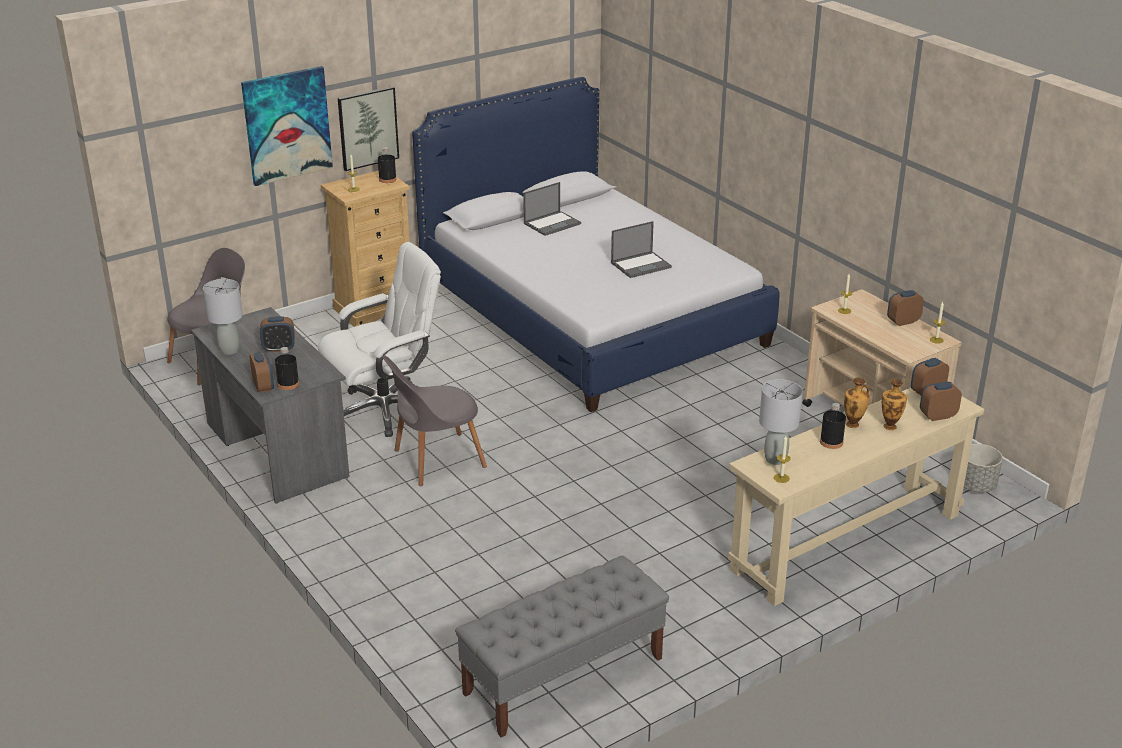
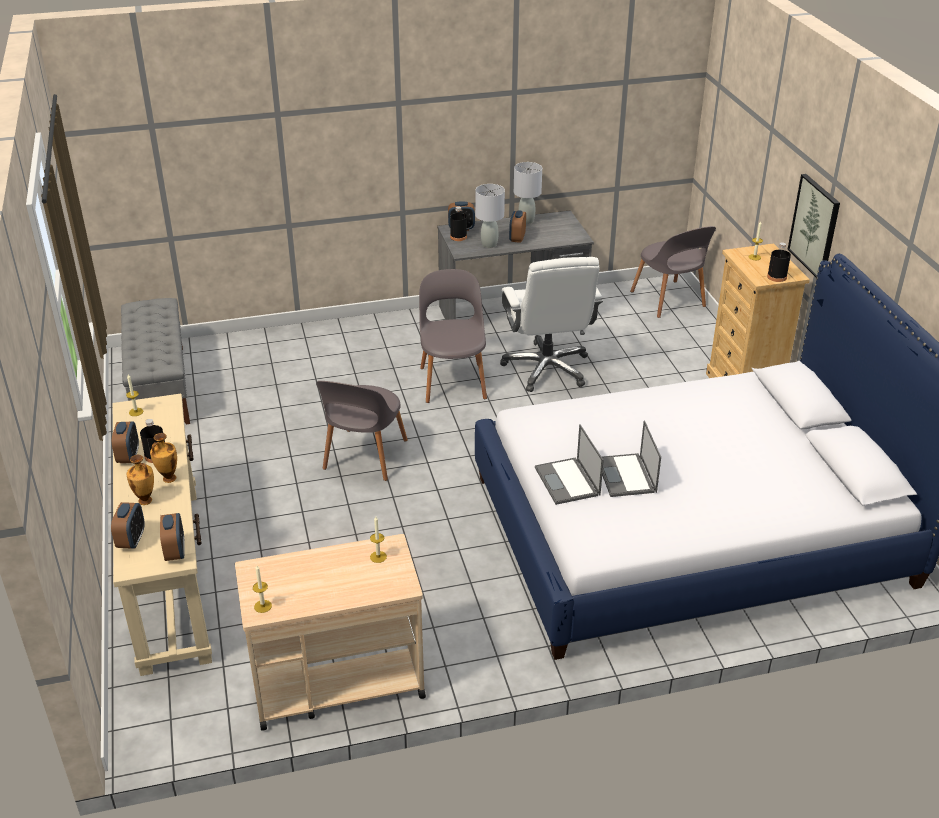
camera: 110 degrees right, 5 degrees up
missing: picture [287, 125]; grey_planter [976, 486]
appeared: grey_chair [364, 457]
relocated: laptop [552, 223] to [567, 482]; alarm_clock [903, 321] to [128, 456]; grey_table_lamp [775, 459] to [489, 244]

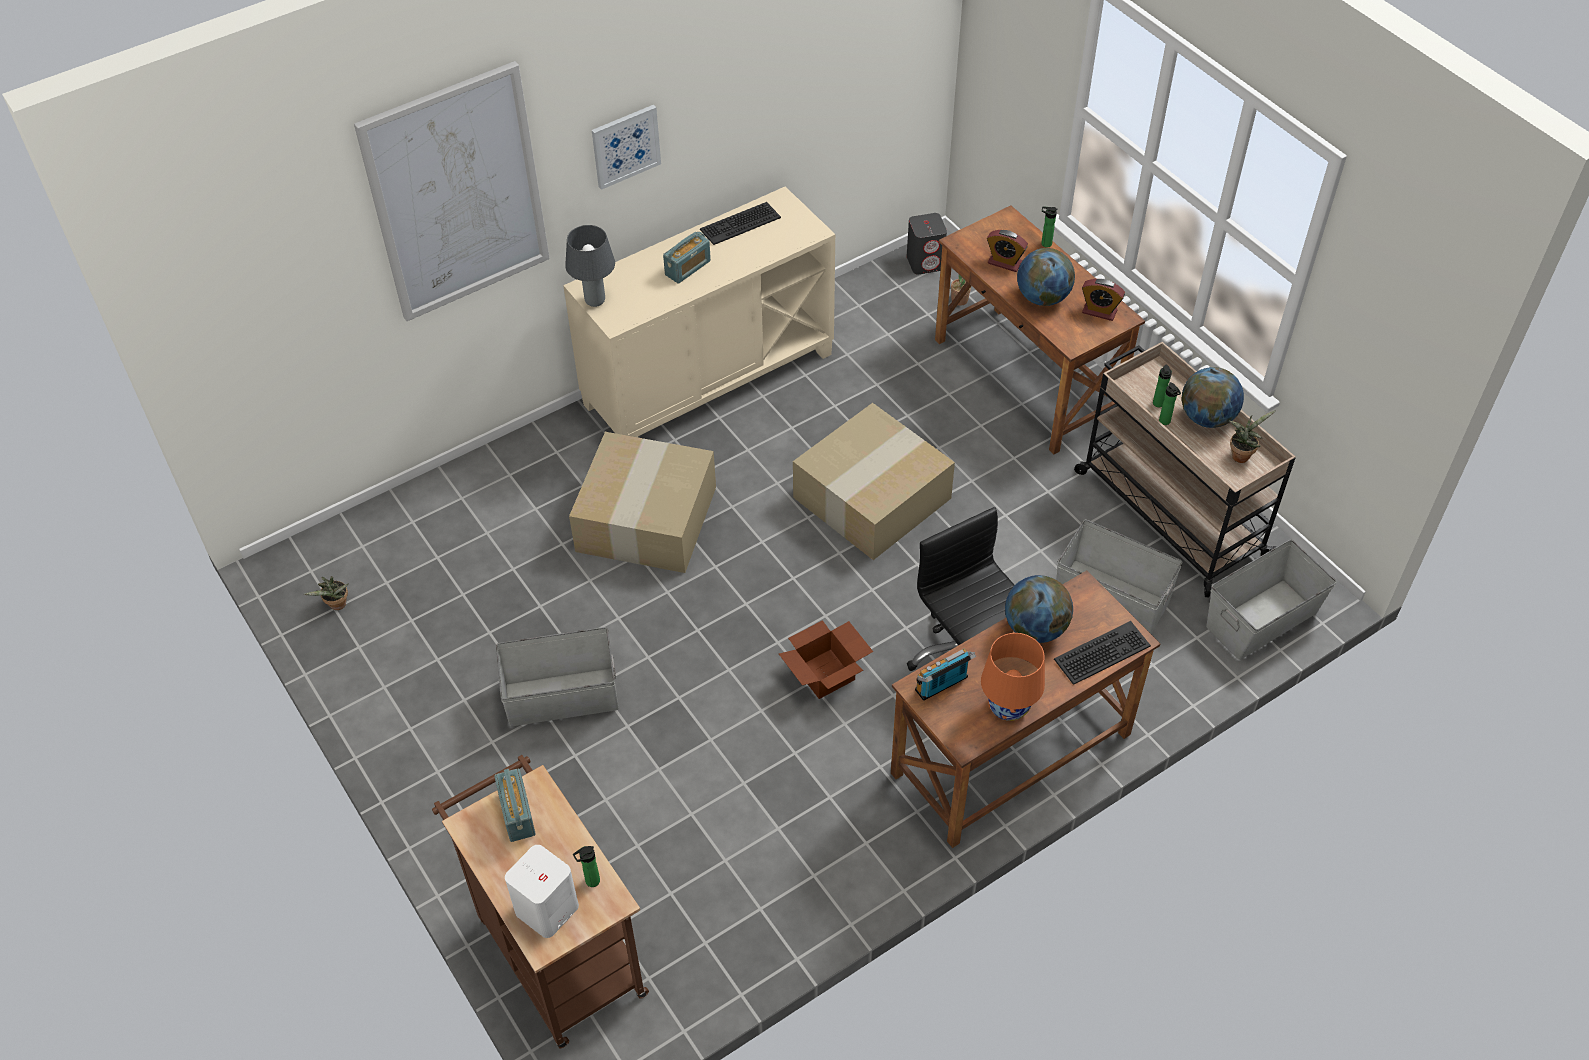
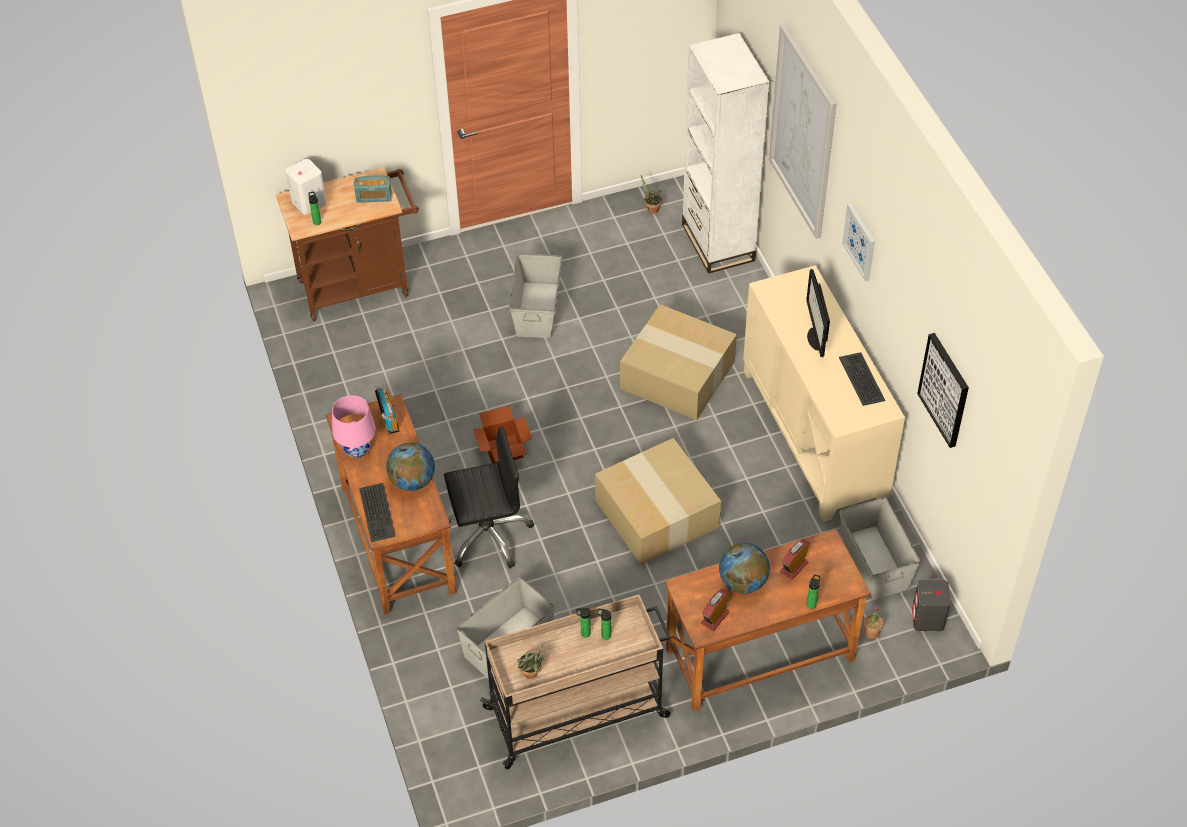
camera: 105 degrees right, 0 degrees up
missing: grey_table_lamp [595, 301]; globe [1207, 418]
appeared: white_bookcase [718, 242]; picture [945, 389]
relocated: grey_storage_box [1260, 619] to [874, 561]
exchanged: radio [688, 268] to monitor [815, 338]
colour: orange_table_lamp [1008, 707] to pink_table_lamp [357, 449]

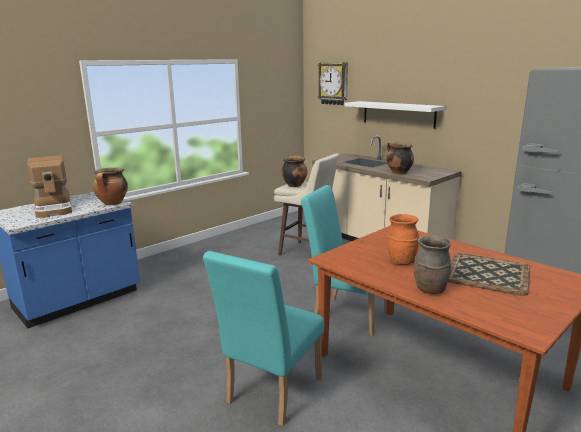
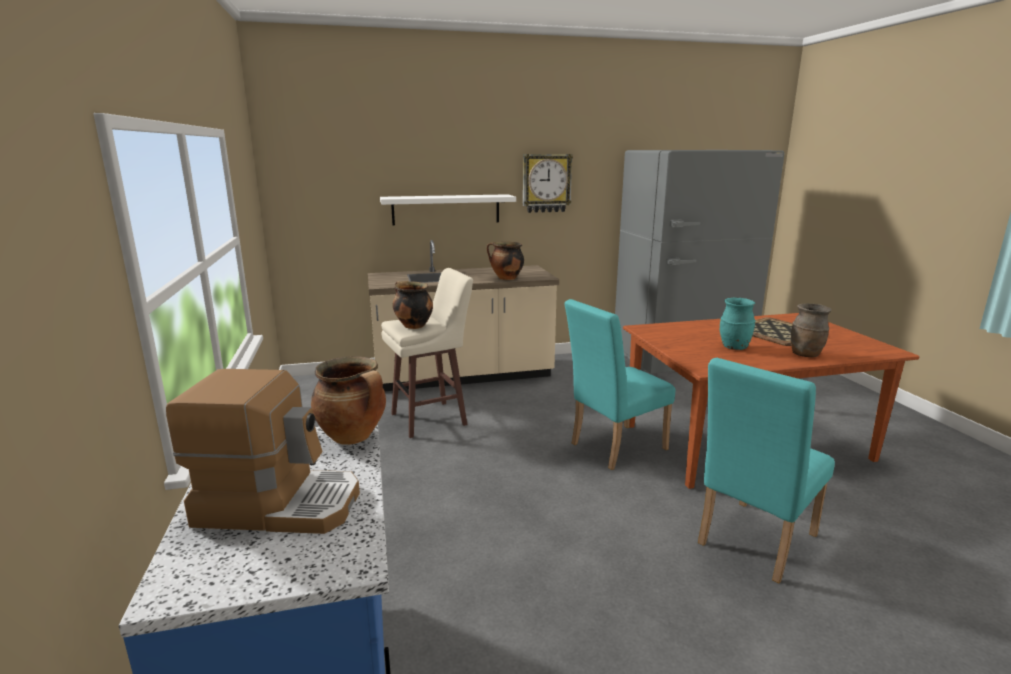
camera: 60 degrees left, 0 degrees up
relocated: wall_clock [333, 83] to [546, 183]
colour: orange_vase [401, 262] to turquoise_vase [734, 347]
spun: turquoise_chair [270, 394] = [752, 543] 75 degrees clockwise

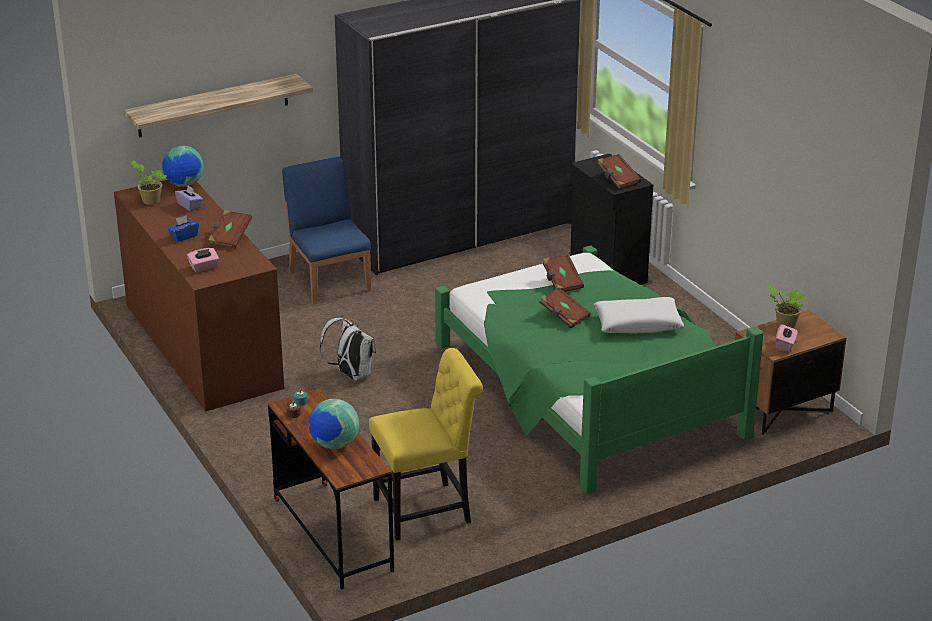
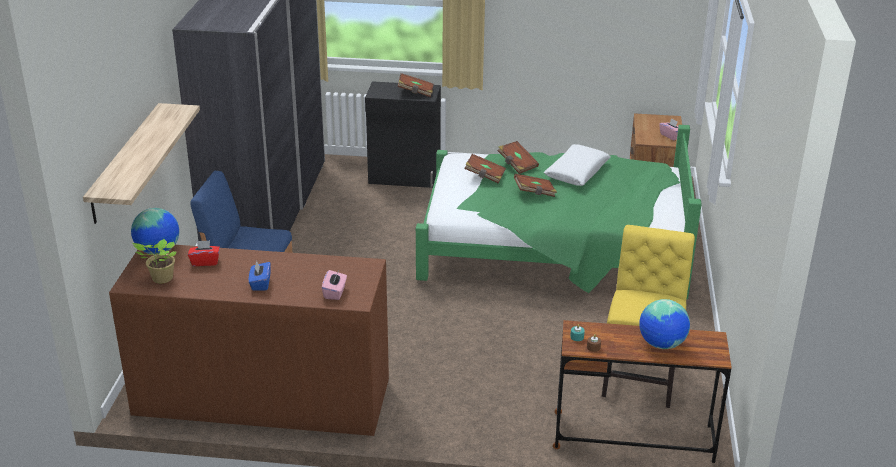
camera: 55 degrees left, 0 degrees up
missing: potted_plant [784, 324]; white_backpack [351, 375]
relocated: brown_book [229, 238] to [517, 164]
colour: purple_tissue_box [190, 206] to red_tissue_box [205, 262]

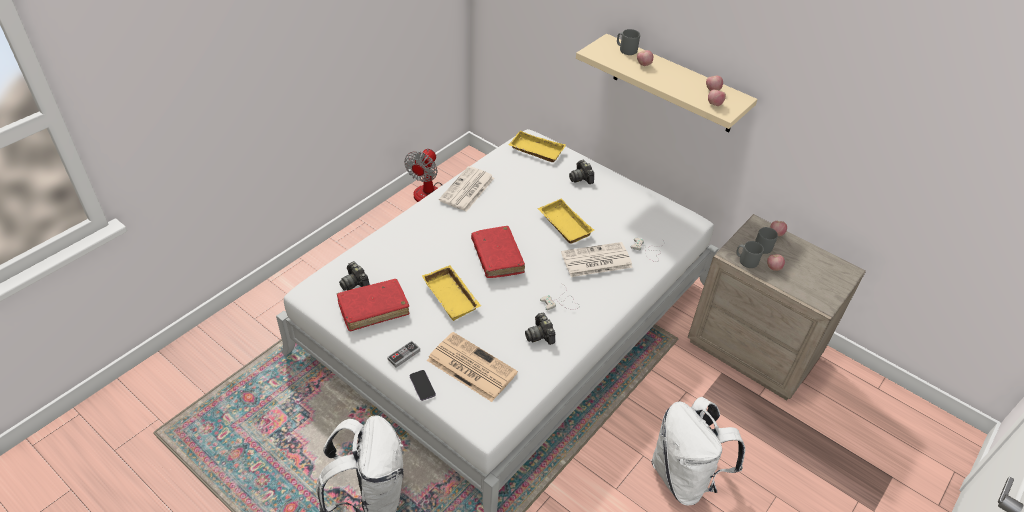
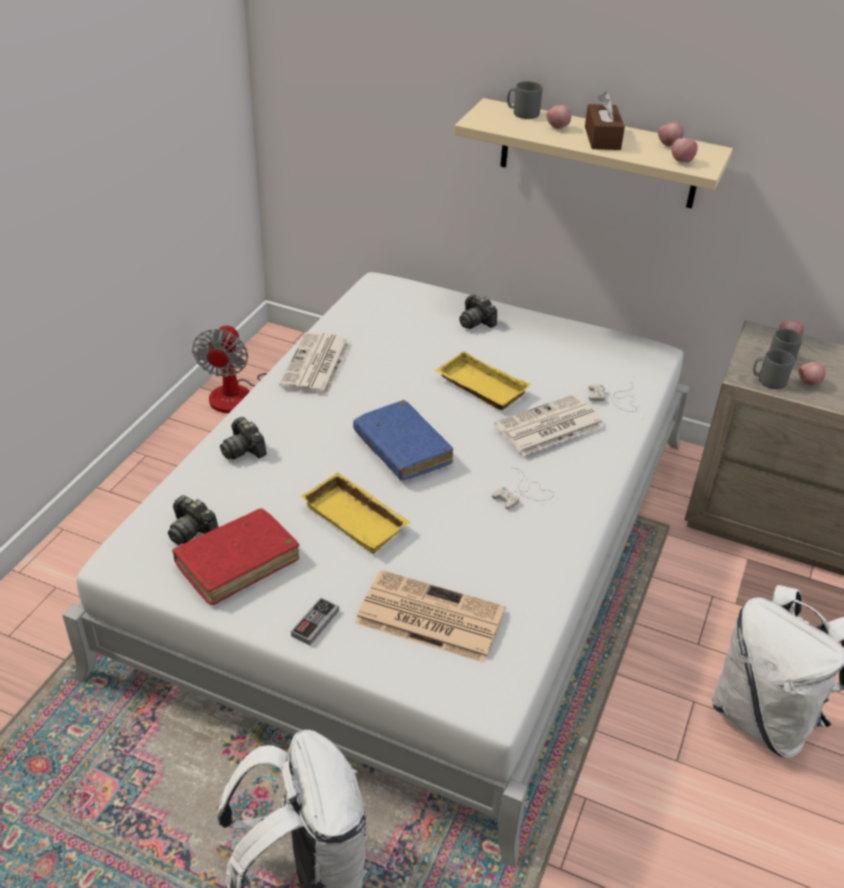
camera: 15 degrees left, 5 degrees down
missing: yellow_tray [535, 151]; phone [422, 386]
appeared: brown_tissue_box [602, 138]
relocated: photo_camera [540, 335] to [243, 449]
colour: red_book [497, 257] to blue_book [402, 449]

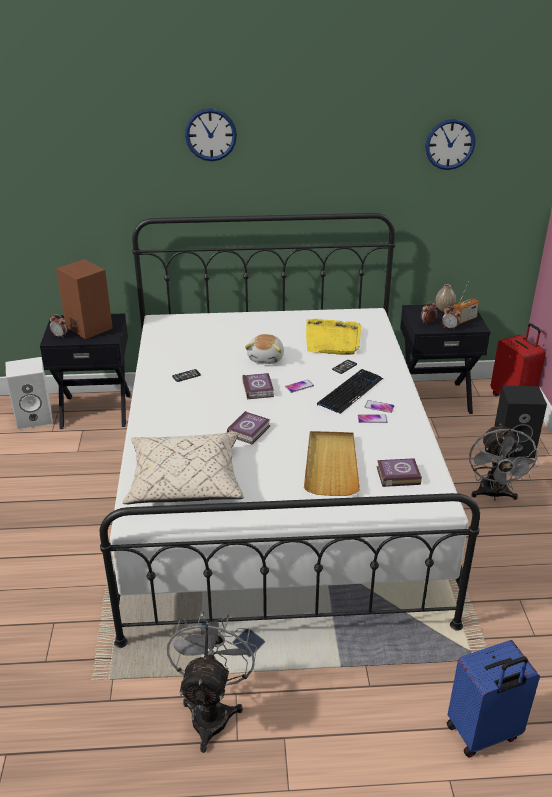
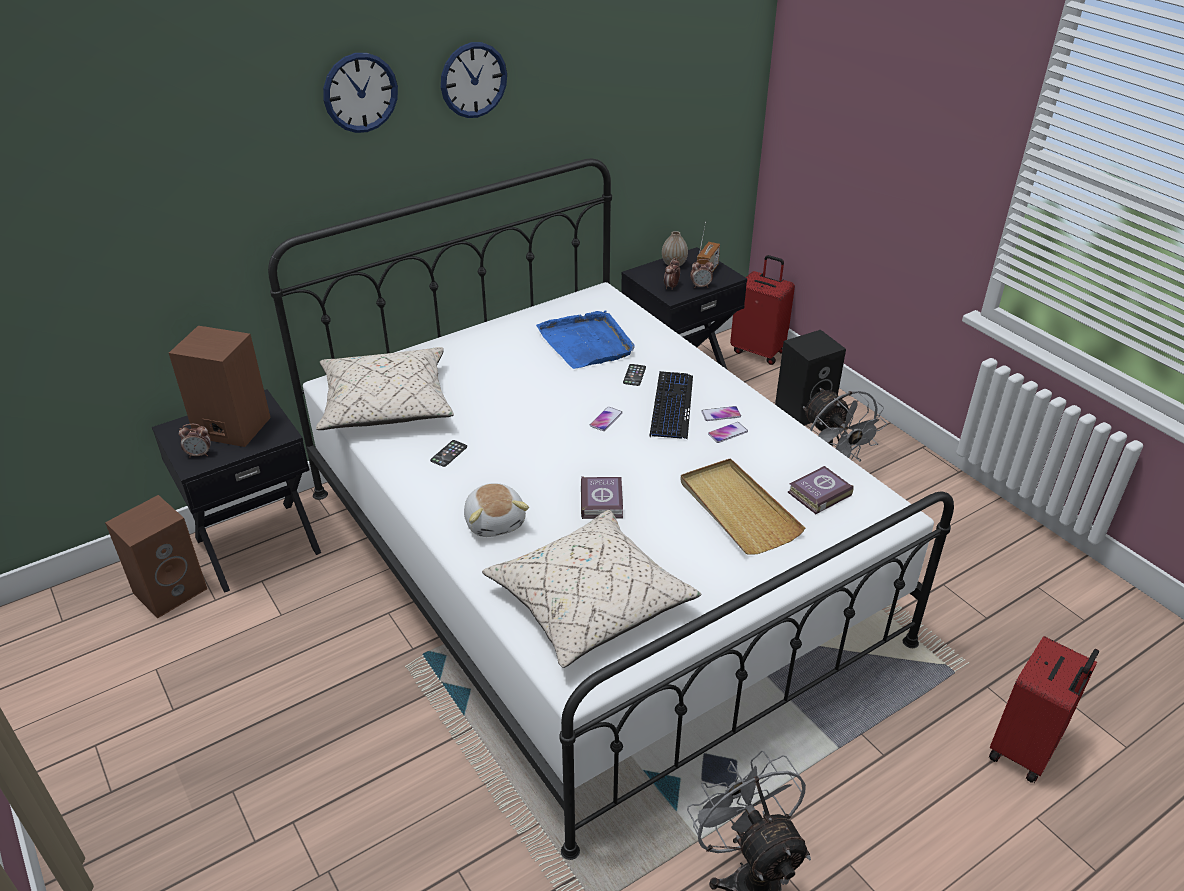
camera: 30 degrees left, 5 degrees up
missing: book [258, 388]
appeared: beige_pillow [386, 404]
relocated: wall_clock [450, 144] to [473, 80]; plush_toy [266, 358] to [495, 521]
colour: yellow_tray [332, 339] to blue_tray [587, 343]; white_speaker [35, 418] to brown_speaker [171, 589]; blue_suitcase [483, 733] to red_suitcase [1026, 749]

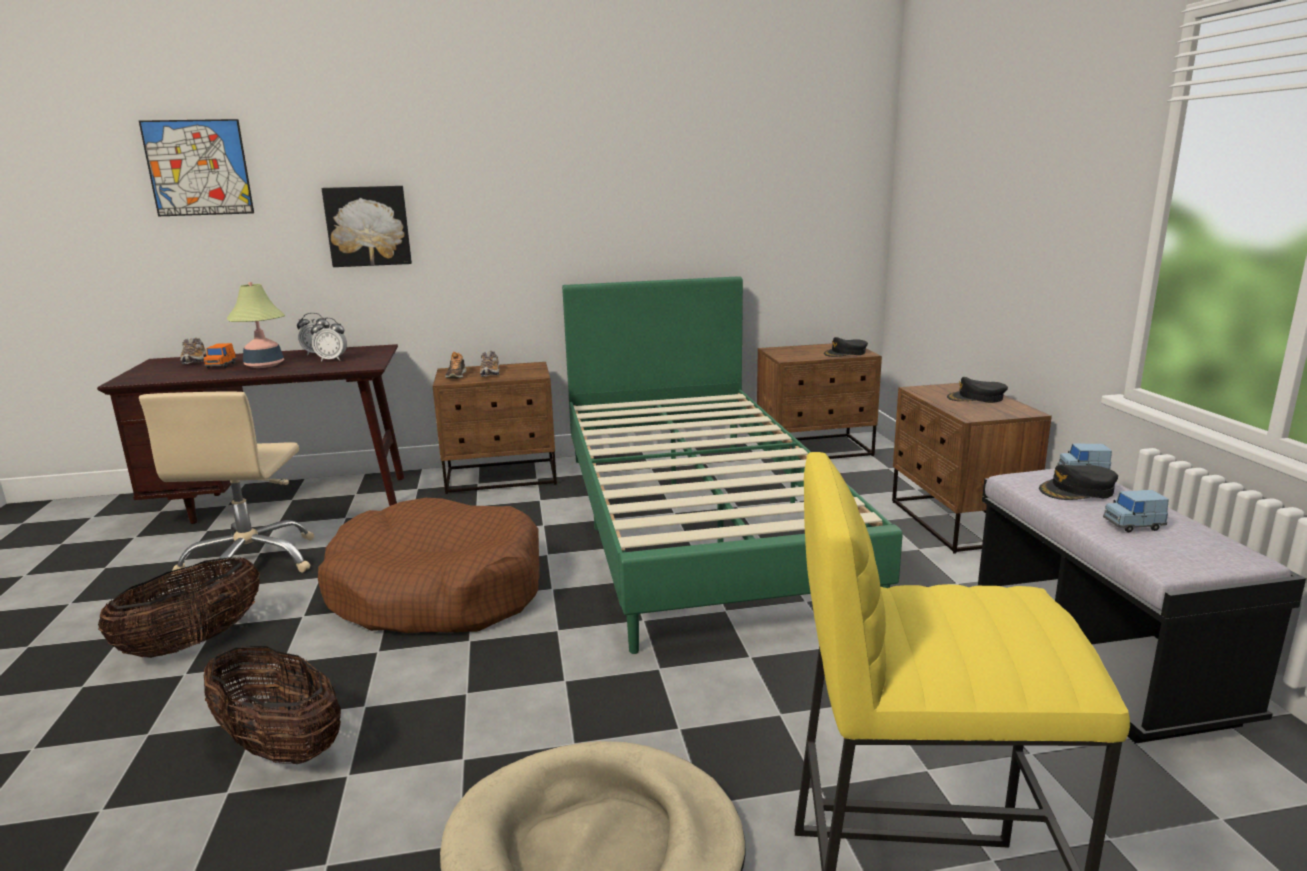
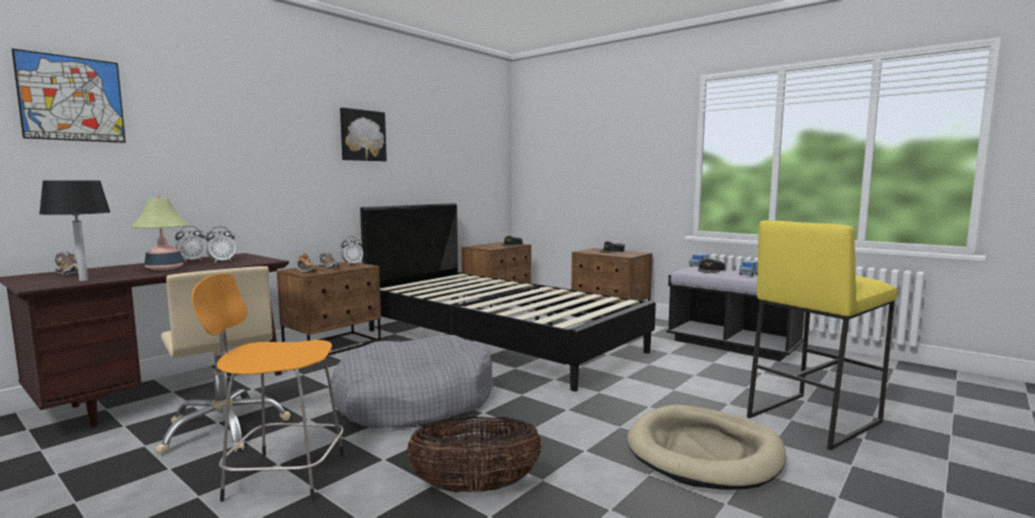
camera: 40 degrees left, 10 degrees down
missing: orange_toy_car [221, 365]
appeared: black_table_lamp [83, 280]; alarm_clock [352, 264]
relocated: picture [368, 226] to [362, 135]
exchanged: basket [193, 642] to orange_stool [282, 476]
colour: green_bed [696, 522] to black_bed [499, 340]; brown_dog_bed [437, 591] to grey_dog_bed [414, 401]

